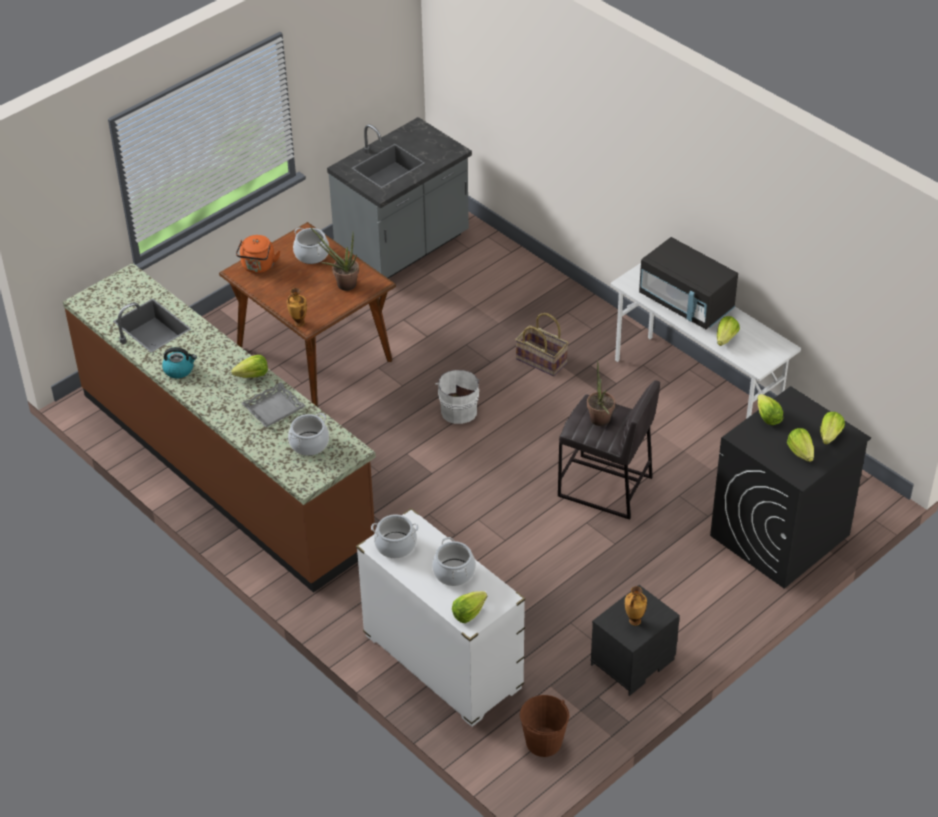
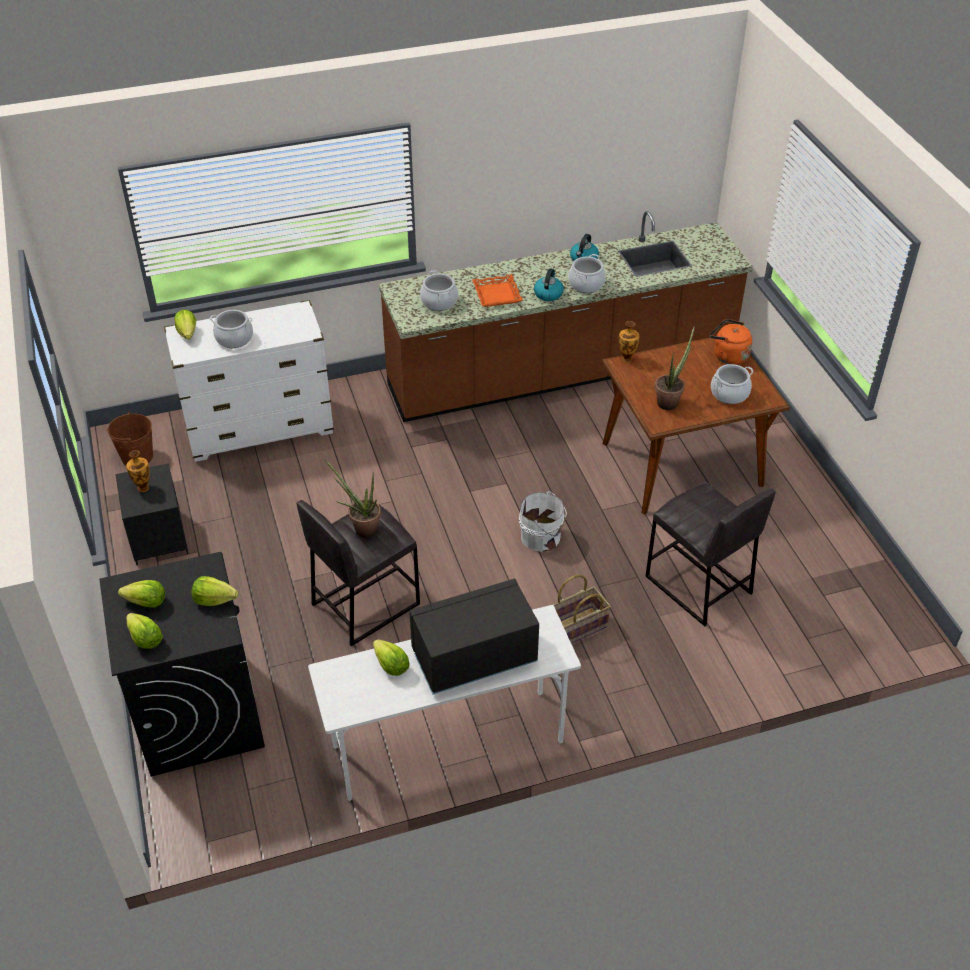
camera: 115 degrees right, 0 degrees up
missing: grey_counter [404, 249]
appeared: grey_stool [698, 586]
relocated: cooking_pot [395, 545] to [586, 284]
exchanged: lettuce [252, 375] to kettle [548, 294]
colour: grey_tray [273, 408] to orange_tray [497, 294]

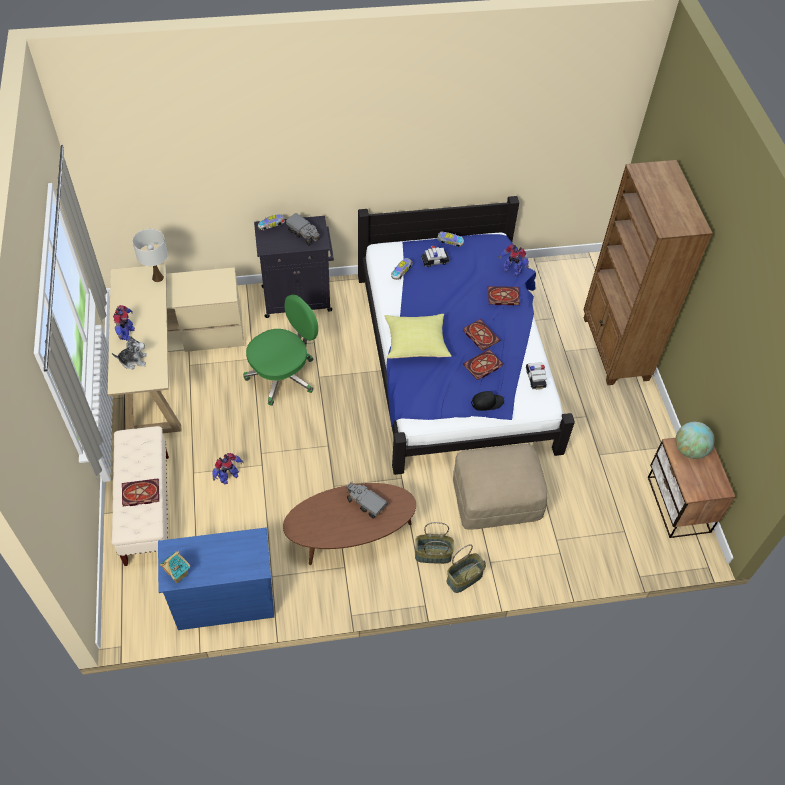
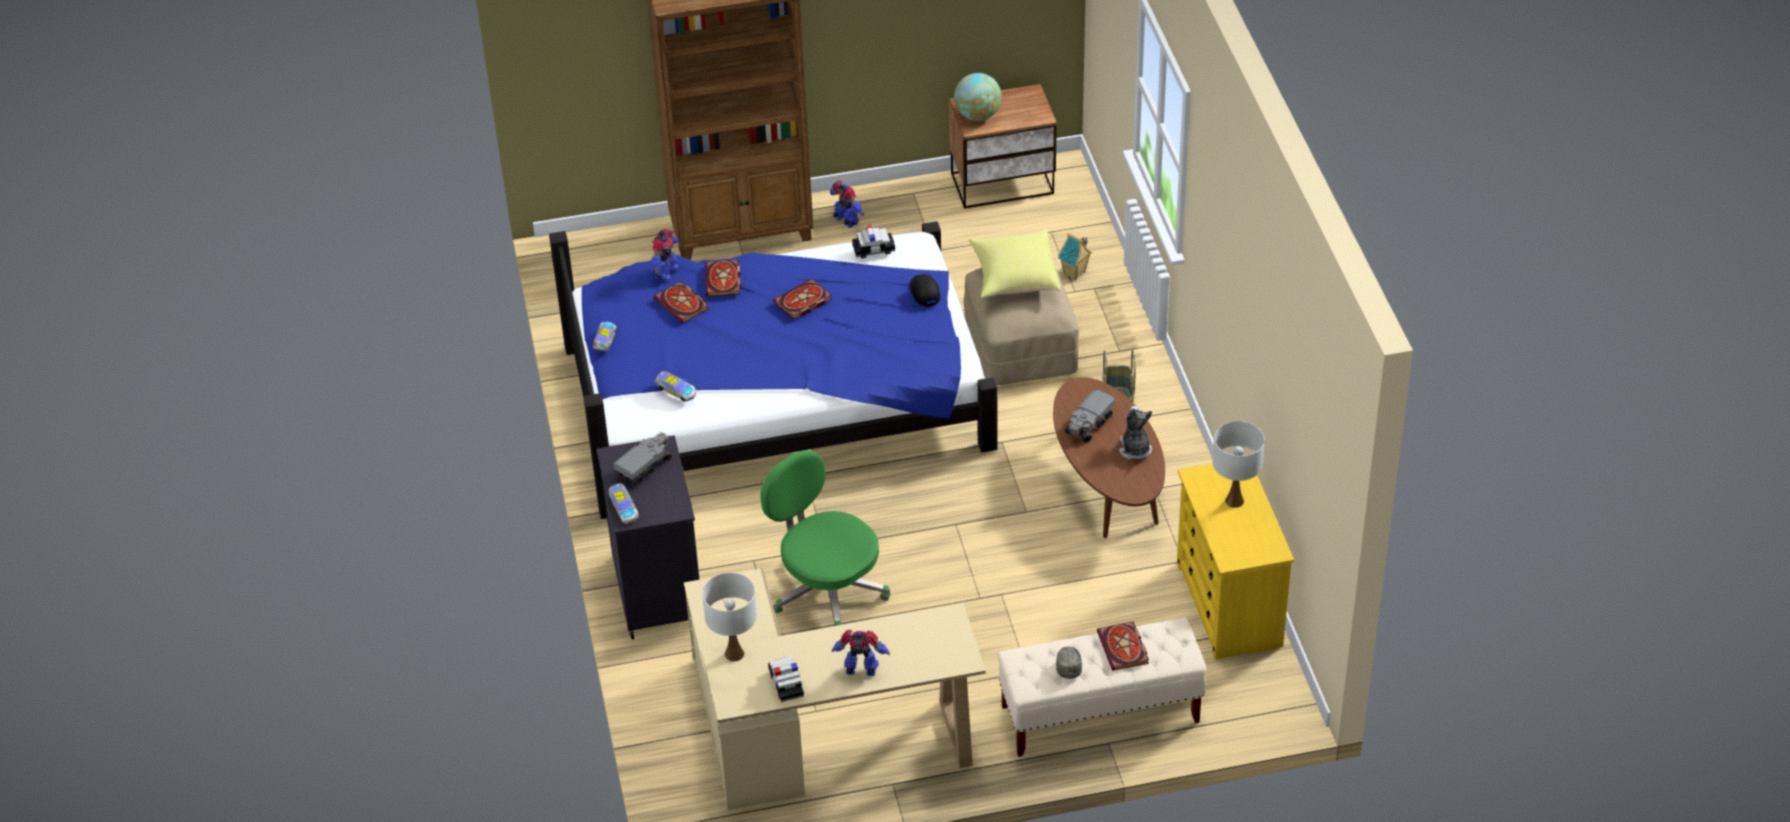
camera: 90 degrees left, 10 degrees down
missing: basket [464, 578]
appeared: white_table_lamp [1234, 500]; grey_cap [1068, 665]
relocated: toy_car [435, 261] to [786, 684]; yellow_pillow [416, 343] to [1014, 277]; plush_toy [133, 360] to [1135, 449]; book [482, 366] to [683, 304]; toy_robot [228, 476] to [846, 221]; toy_house [177, 575] to [1074, 273]
colour: blue_dresser [224, 600] to yellow_dresser [1229, 605]

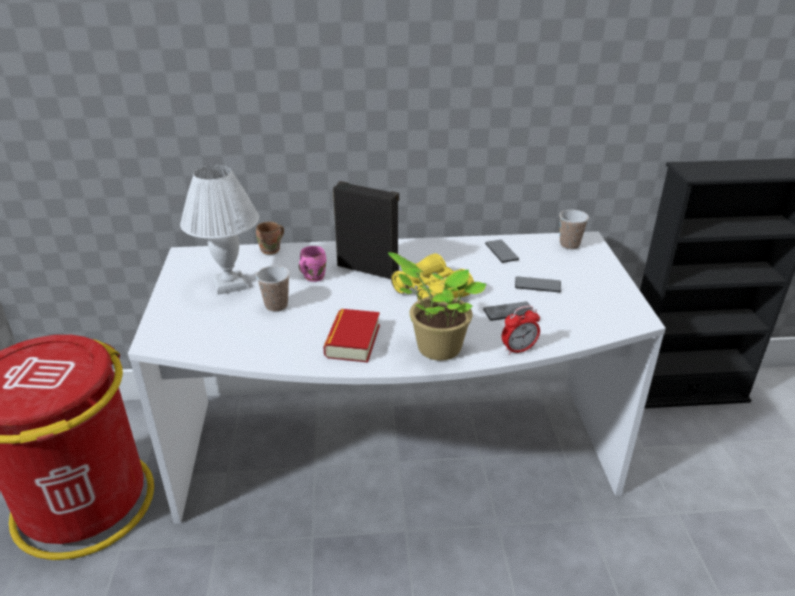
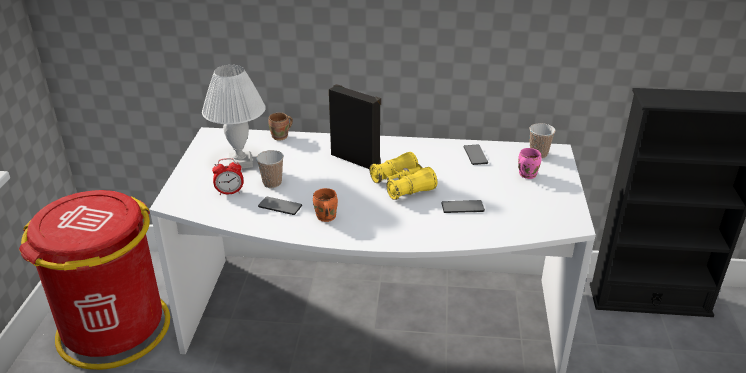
camera: 10 degrees right, 0 degrees up
missing: potted_plant [435, 347]
relocated: pink_mug [312, 277] to [525, 174]; phone [537, 285] to [280, 206]; alarm_clock [518, 349] to [230, 192]
exchanged: book [352, 341] to orange_mug [325, 218]

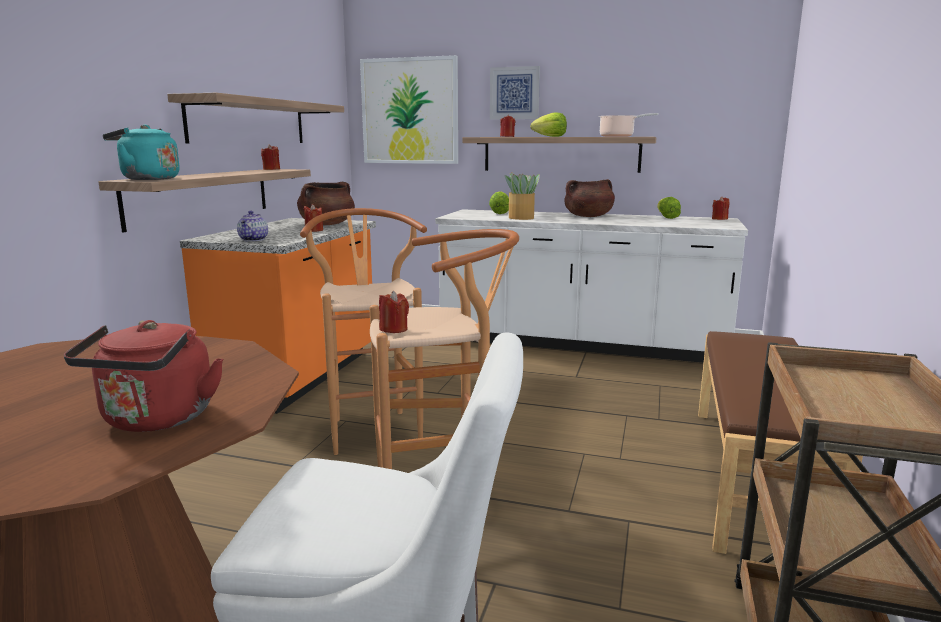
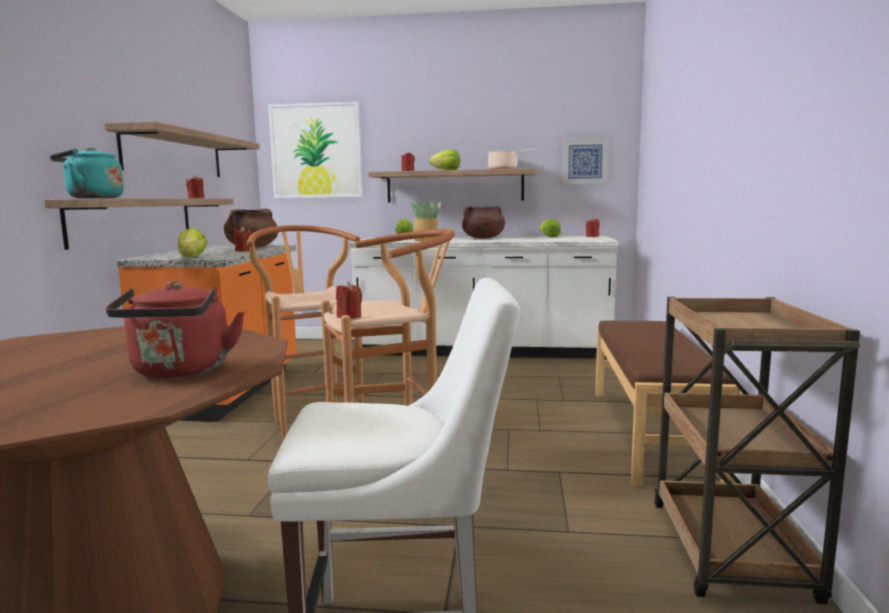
camera: 10 degrees left, 5 degrees down
relocated: picture [514, 93] to [584, 161]
exchanged: teapot [254, 240] to lettuce [192, 257]

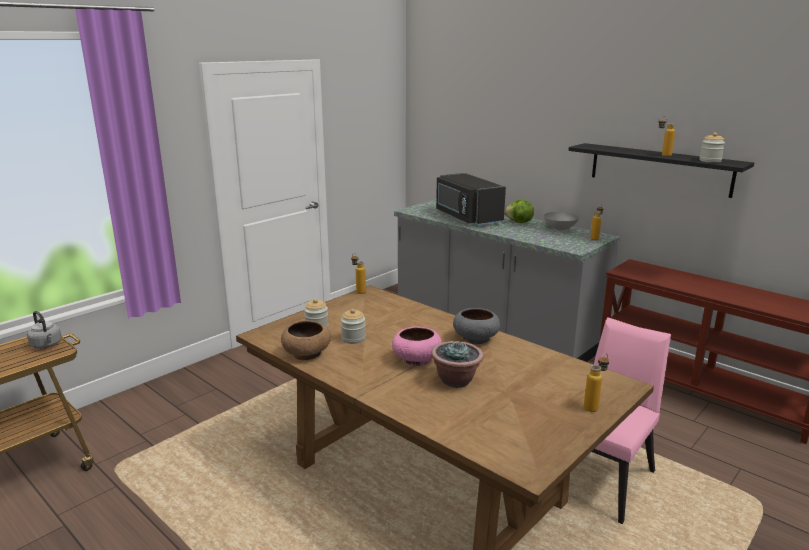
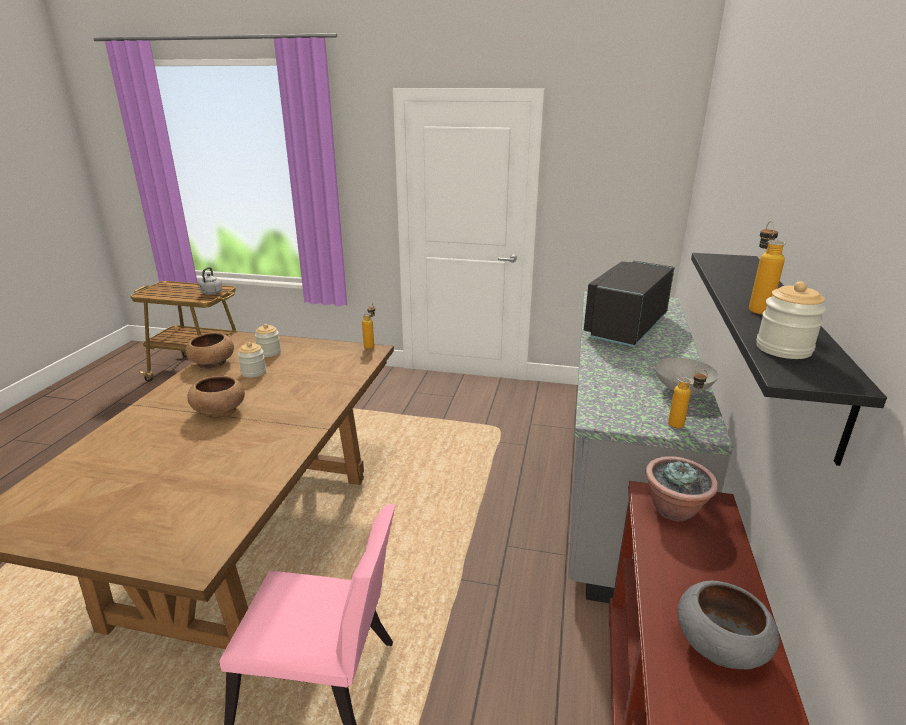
camera: 60 degrees right, 5 degrees up
missing: lettuce [519, 222]; bottle [594, 406]
relocated: grey_bowl [475, 338] to [720, 645]; potted_plant [456, 380] to [674, 510]
colour: pink_bowl [416, 359] to brown_bowl [220, 411]

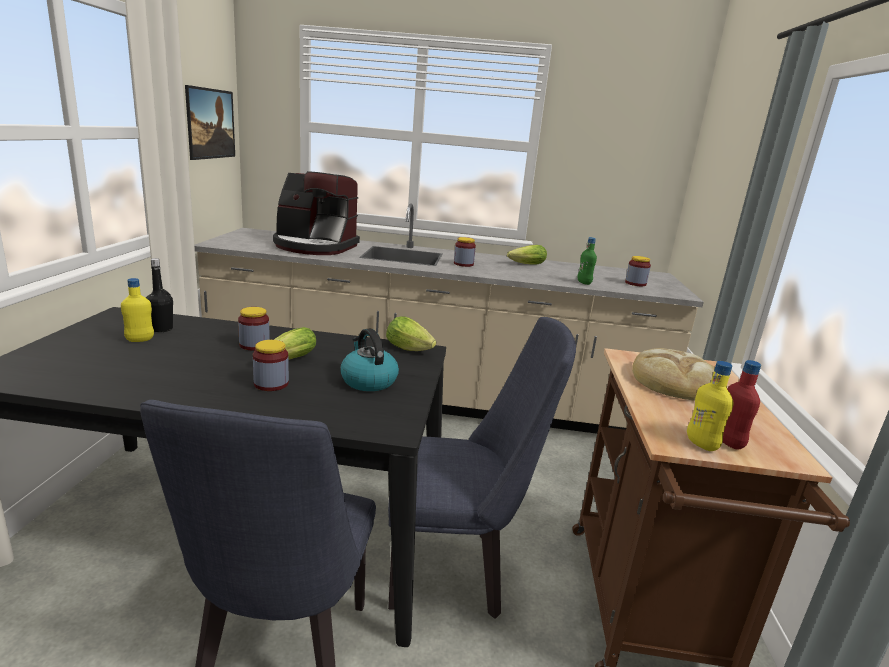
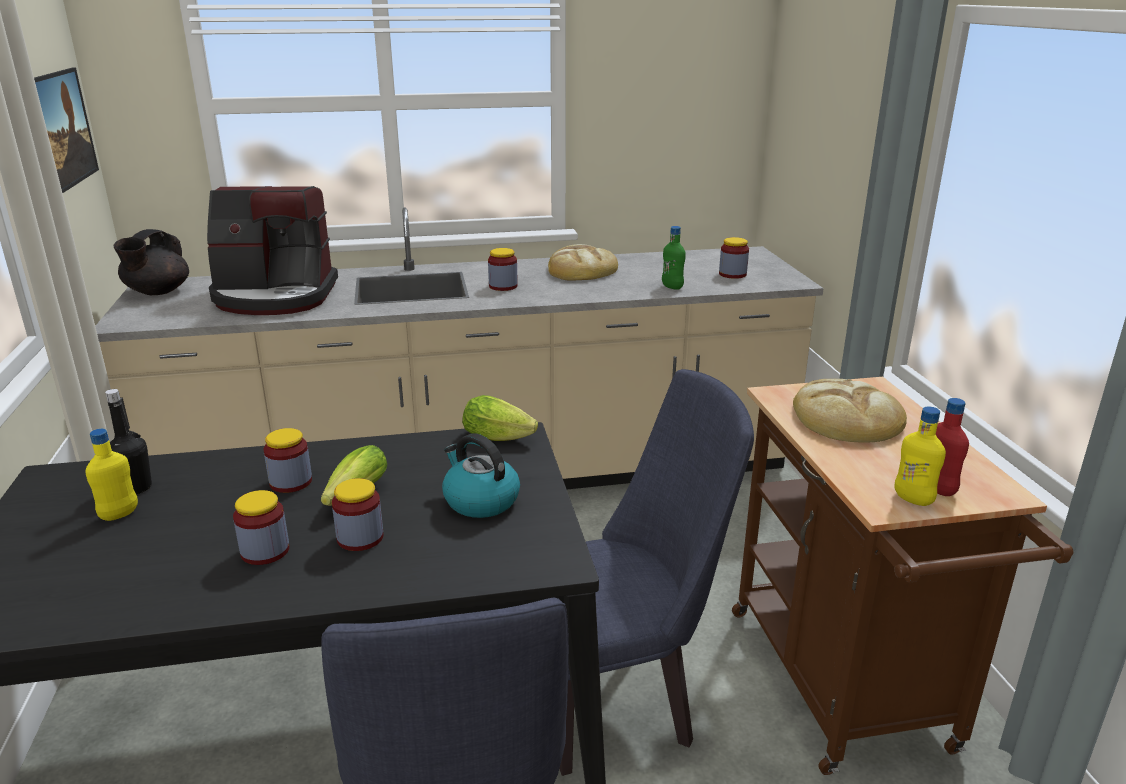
camera: 15 degrees left, 5 degrees up
appeared: black_teapot [157, 292]; jar [265, 551]
exchanged: lettuce [525, 264] to bread [581, 270]

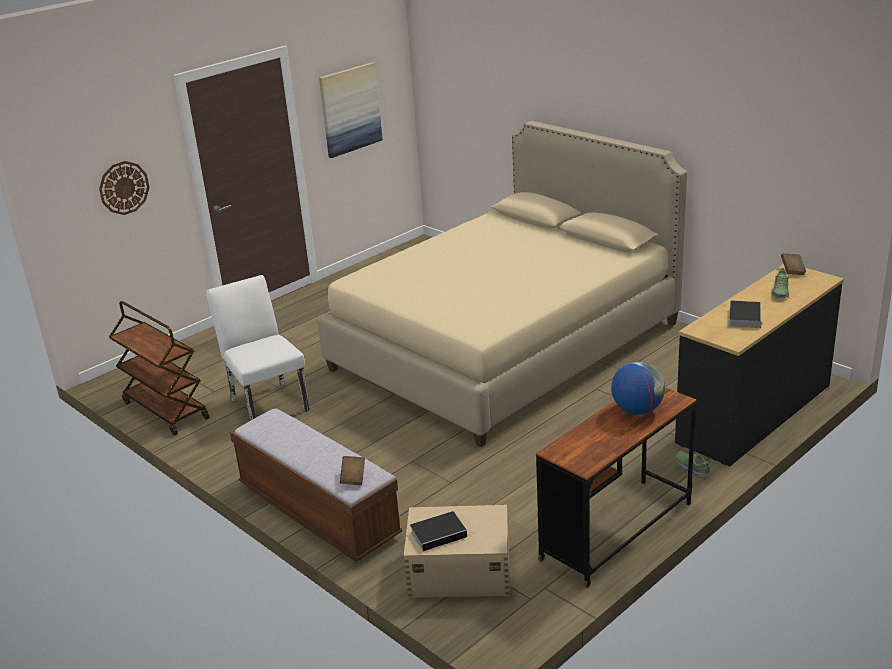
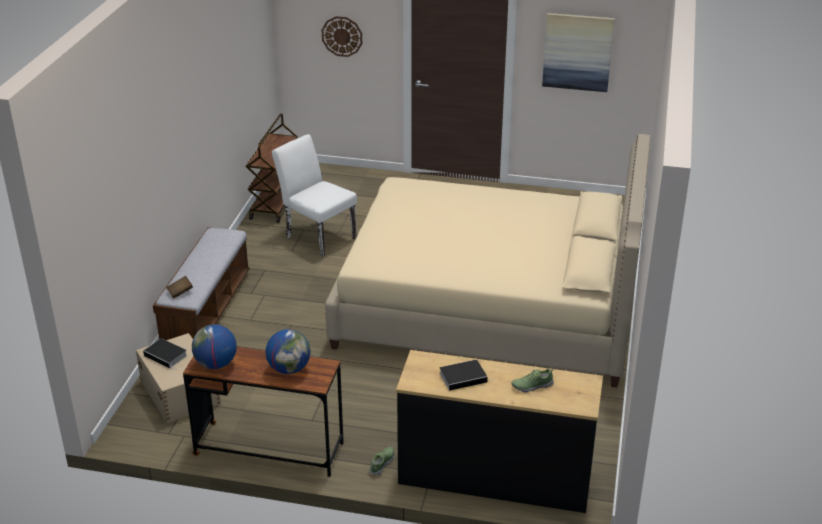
camera: 55 degrees right, 5 degrees up
missing: brown_book [792, 270]
appeared: globe [216, 364]
spun: white_chair [267, 402] = [317, 235] 75 degrees counterclockwise

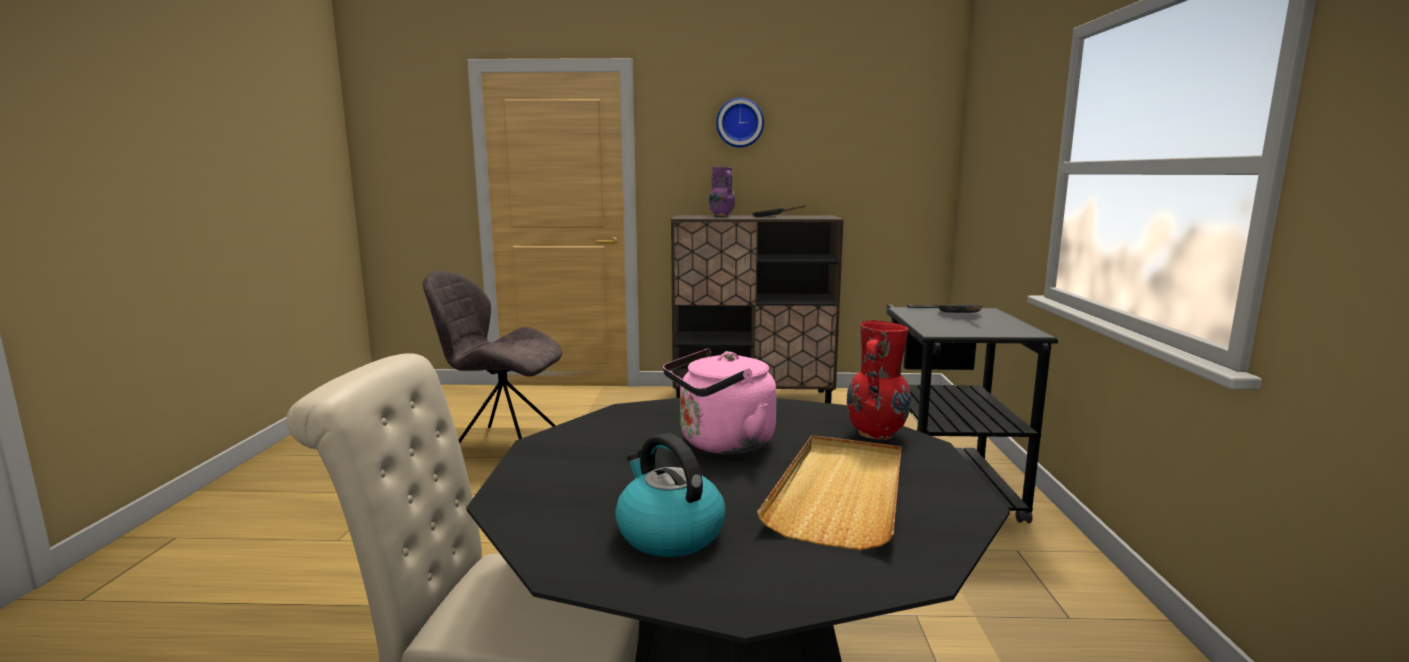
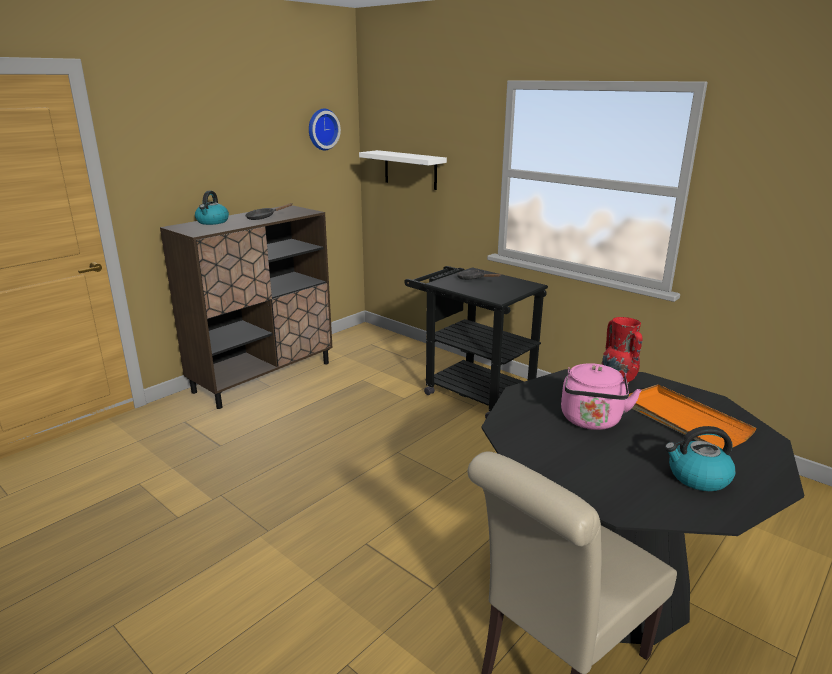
camera: 50 degrees left, 10 degrees up
missing: grey_chair [503, 444]
appeared: white_shelf [410, 170]
relocated: wall_clock [740, 123] to [322, 129]
exchanged: purple_vase [721, 215] to kettle [212, 222]
colour: beige_tray [840, 493] to orange_tray [683, 420]

